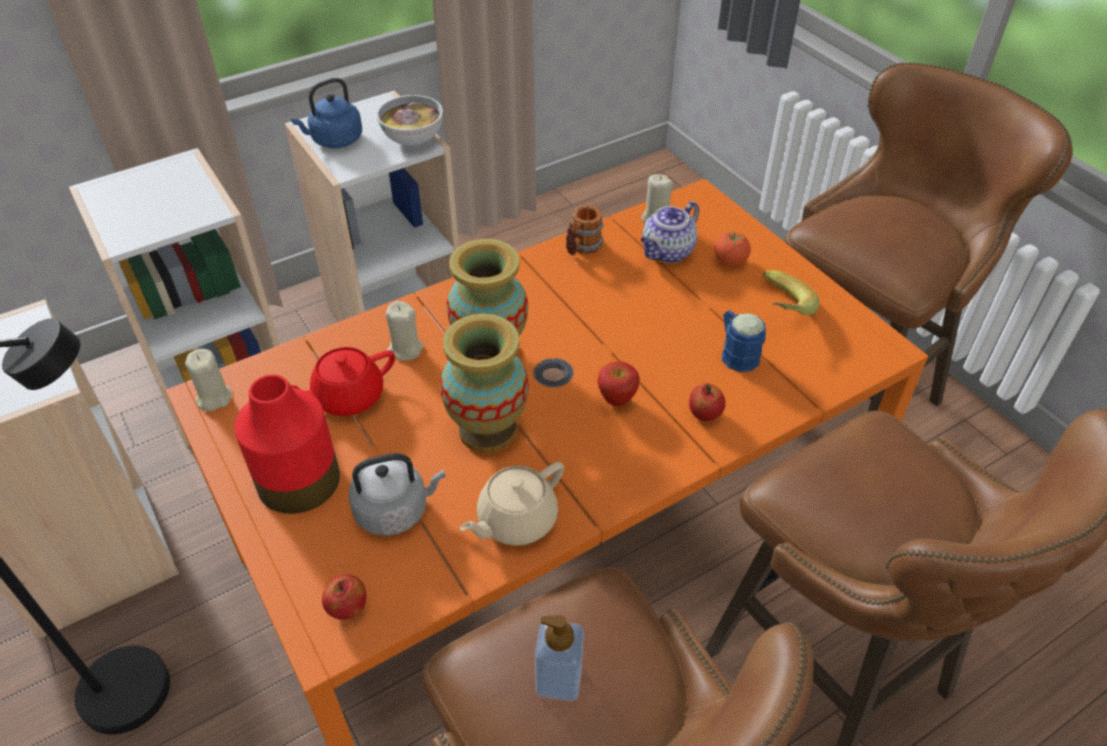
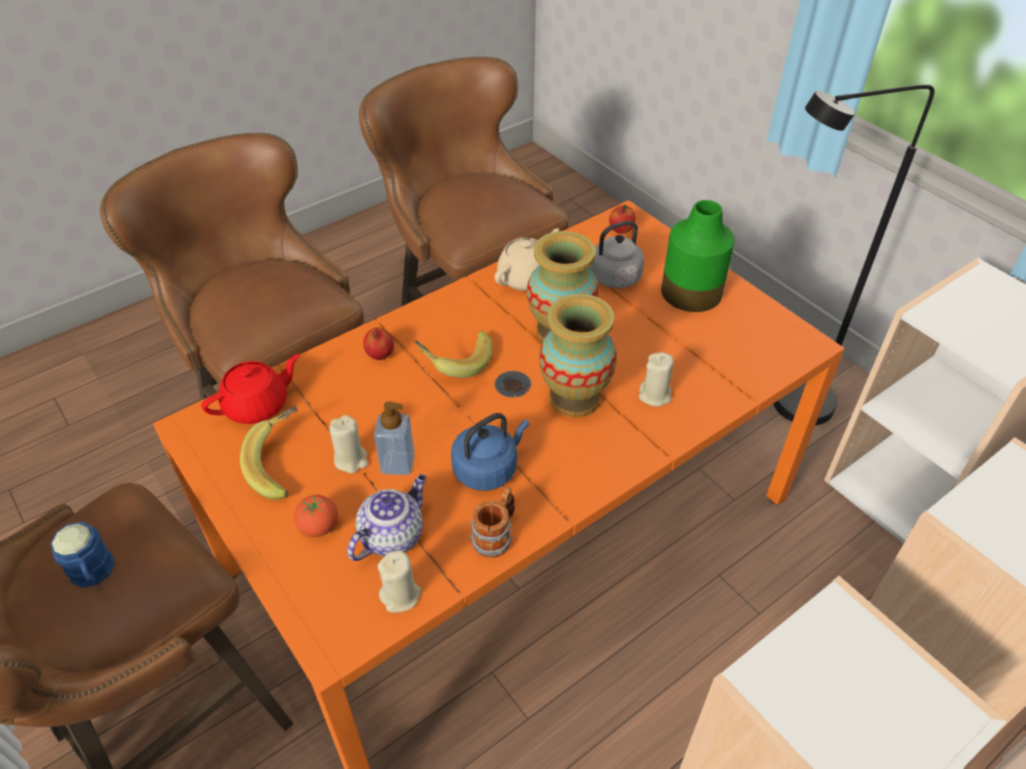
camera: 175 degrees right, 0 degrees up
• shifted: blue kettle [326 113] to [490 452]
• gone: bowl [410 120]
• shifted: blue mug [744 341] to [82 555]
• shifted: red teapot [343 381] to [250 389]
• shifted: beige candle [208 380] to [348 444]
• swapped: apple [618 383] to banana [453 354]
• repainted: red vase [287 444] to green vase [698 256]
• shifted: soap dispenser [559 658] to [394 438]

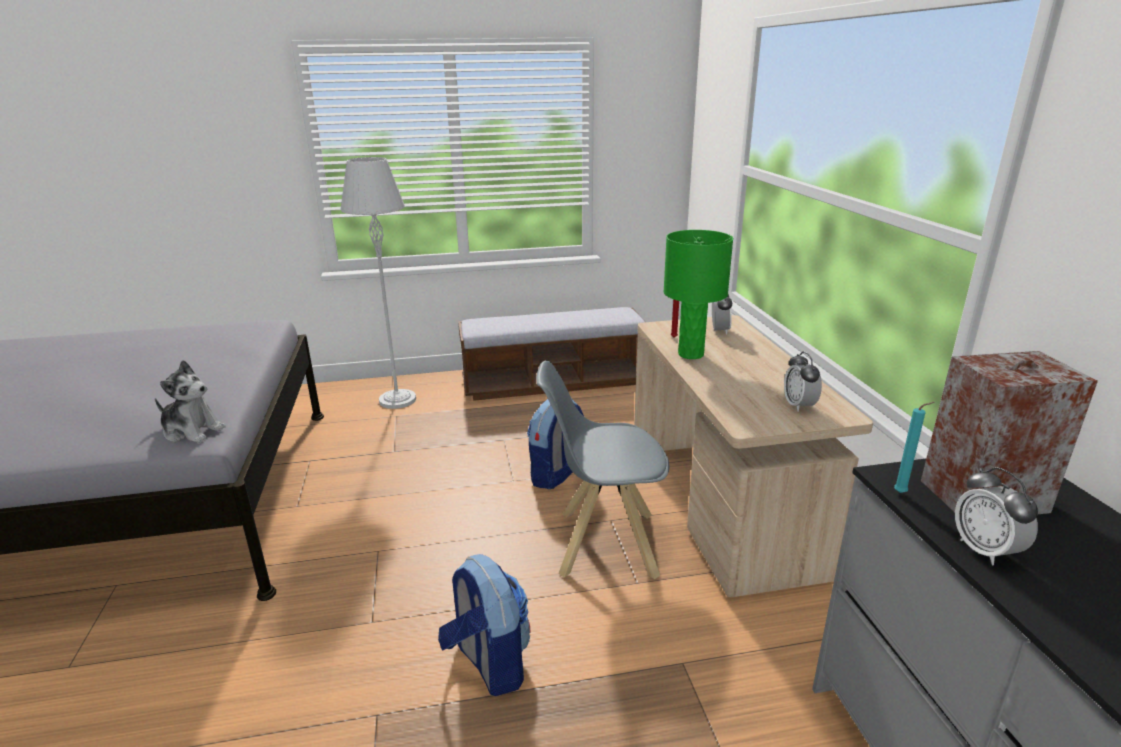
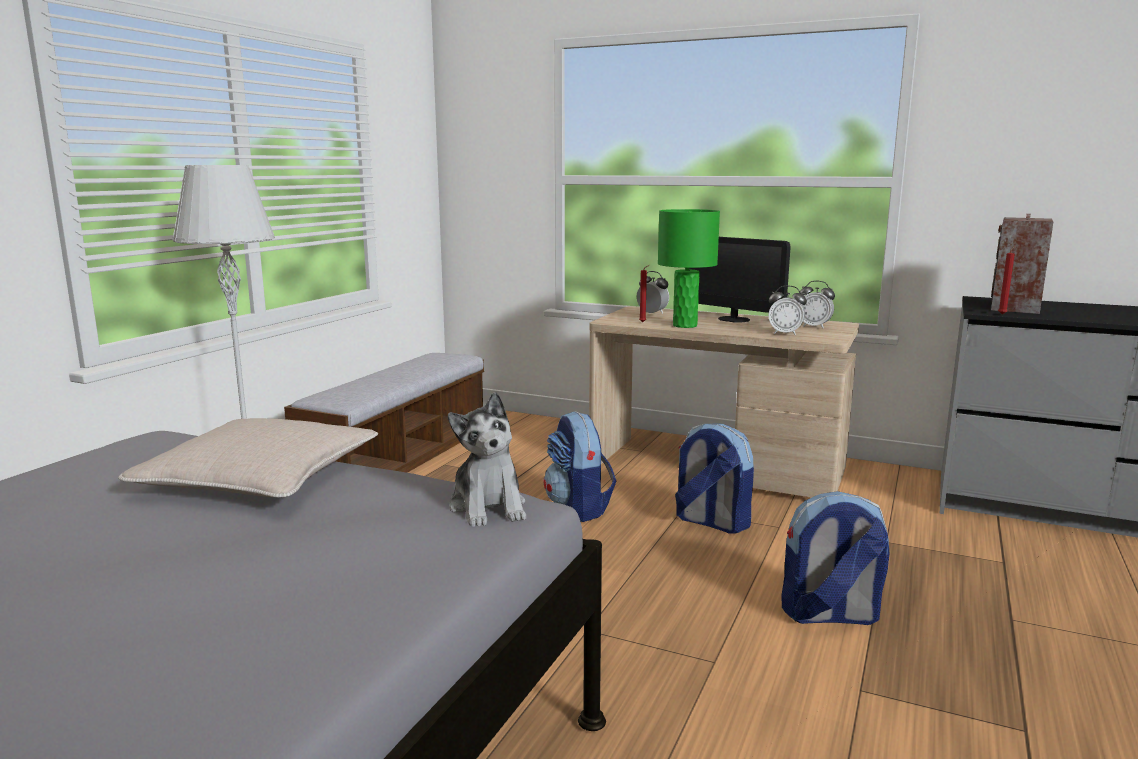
camera: 55 degrees left, 10 degrees down
• rotated: plush toy [190 401] = [487 459] 105 degrees clockwise
• swapped: grey chair [602 469] to backpack [714 478]
• repainted: turquoise candle [914 447] to red candle [1006 280]
• shifted: alarm clock [996 516] to [787 310]
• new: monitor [740 279]
• new: beige pillow [248 458]

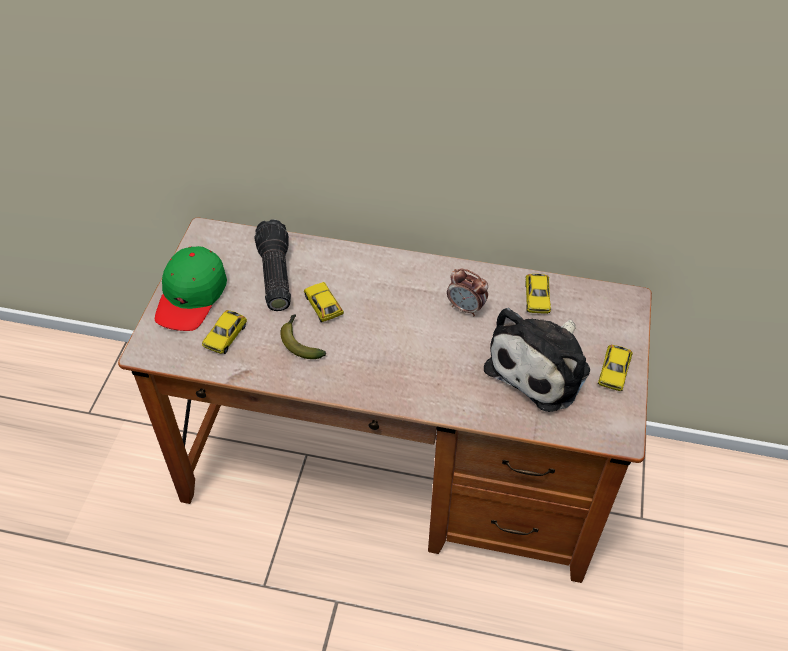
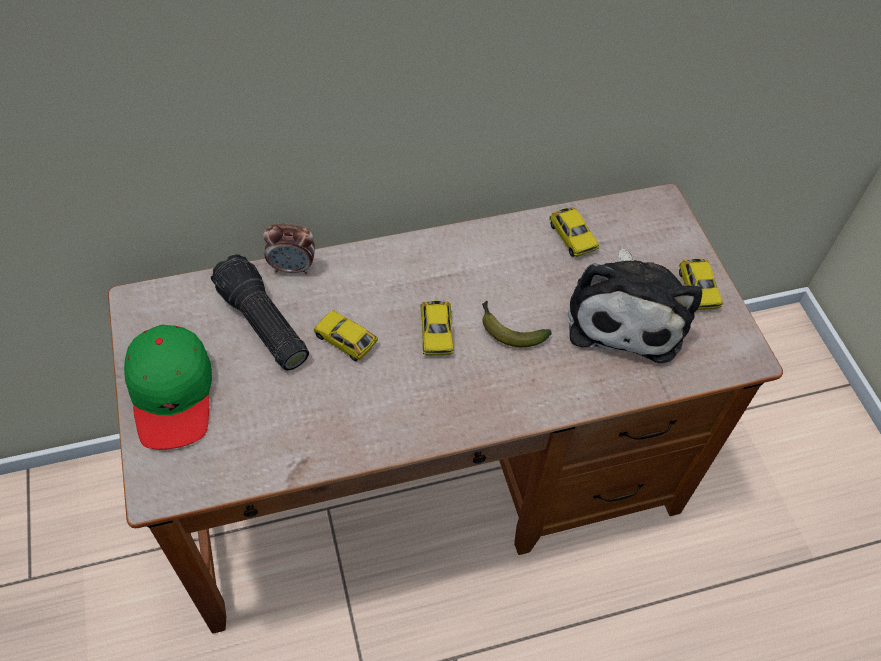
camera: 30 degrees left, 5 degrees up
• shifted: alarm clock [467 292] to [289 248]
• shifted: toy car [224 332] to [437 328]
• shifted: banana [303 336] to [517 324]

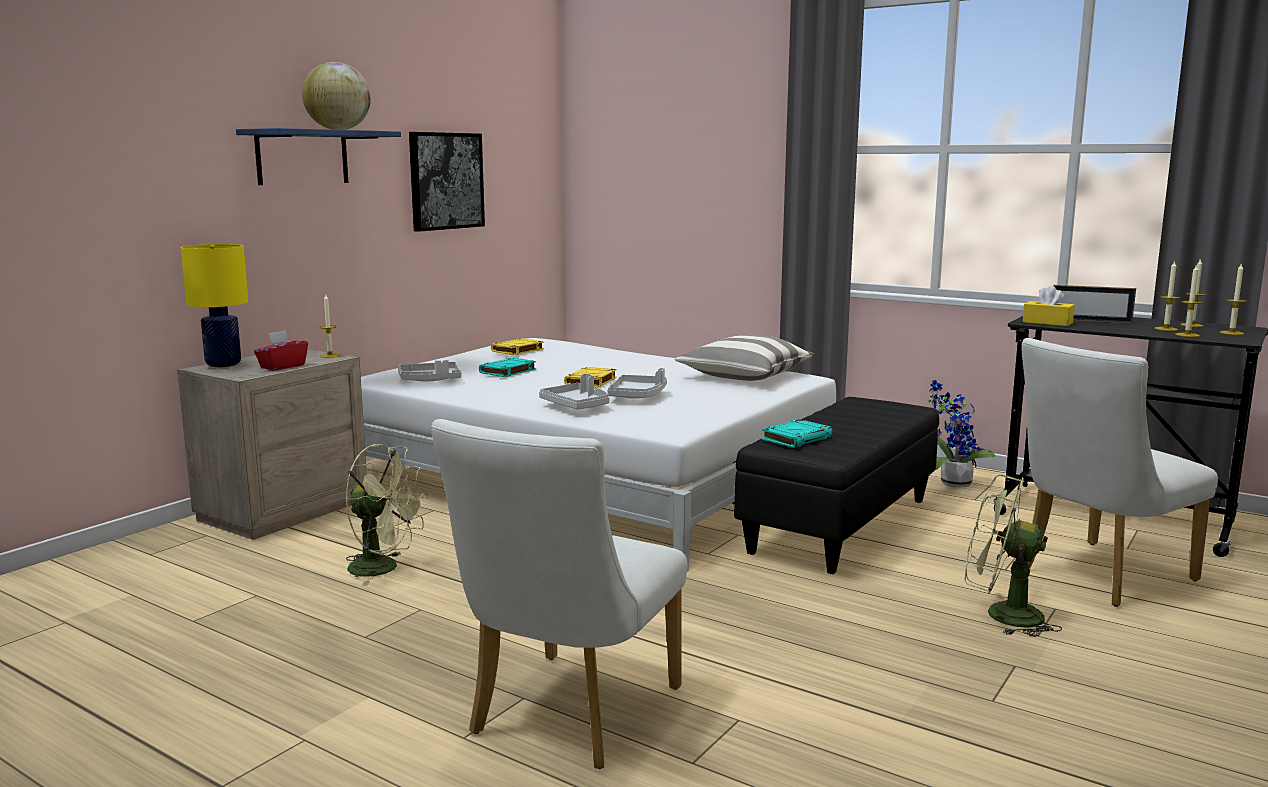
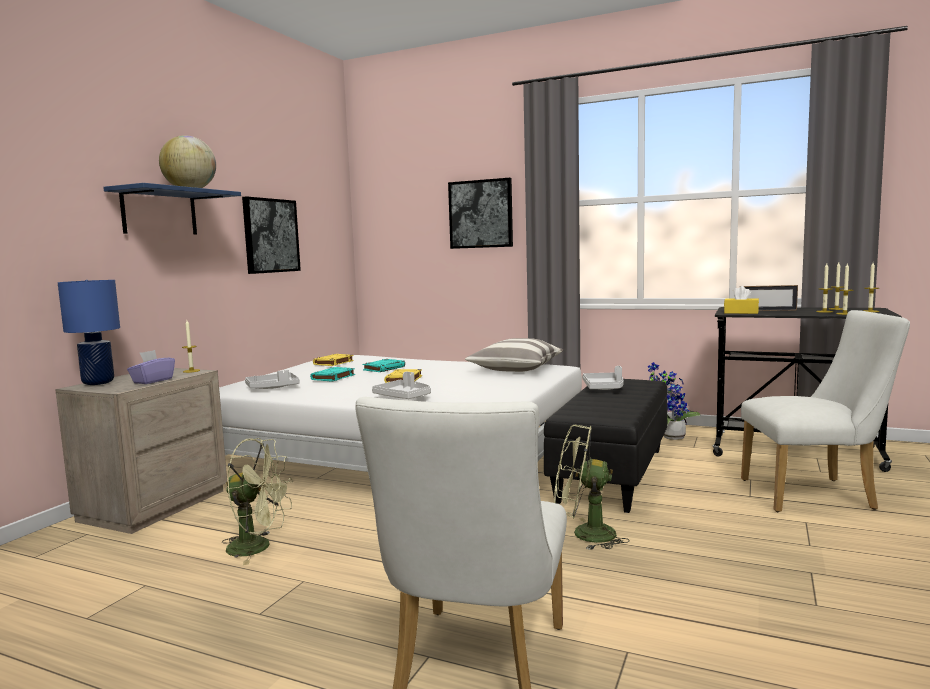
camera: 10 degrees left, 5 degrees down
• repainted: yellow table lamp [214 305] to blue table lamp [89 332]
• repainted: red tissue box [281 350] to purple tissue box [151 367]
• rotated: white chair [1119 472] = [825 411] 135 degrees counterclockwise
• shifted: grey tray [637 383] to [603 378]
• shifted: turquoise book [797 433] to [384 365]
• shifted: green fan [1013 556] to [592 487]
• new: picture [480 213]

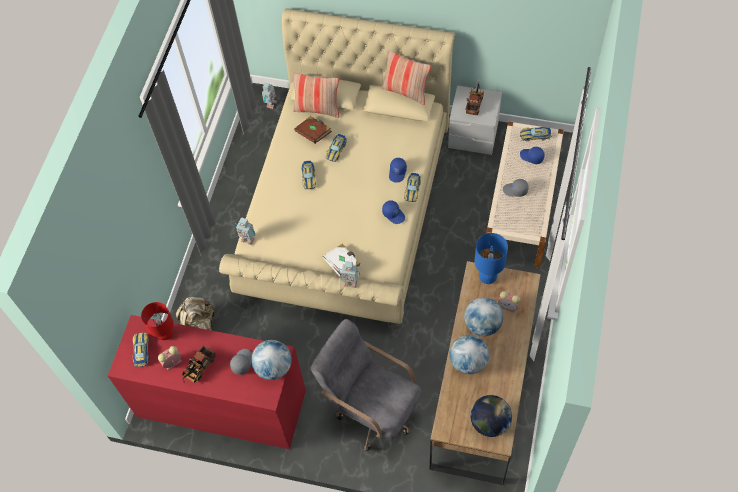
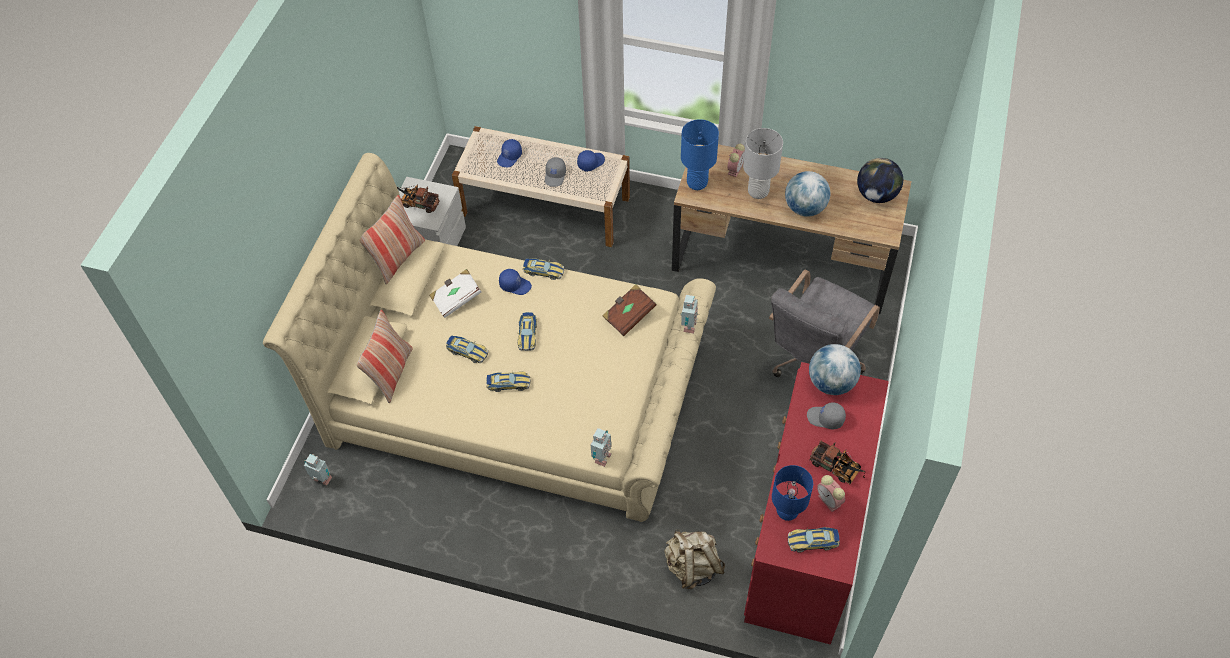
camera: 90 degrees left, 5 degrees down
• shifted: brown book [313 130] to [629 310]
• shifted: toy car [535 134] to [527 331]
• shifted: blue cap [393 212] to [591 160]
• shifted: white book [342 260] to [455 293]
• swapped: globe [483 316] to grey table lamp [763 163]
• repainted: red table lamp [157 321] to blue table lamp [792 493]

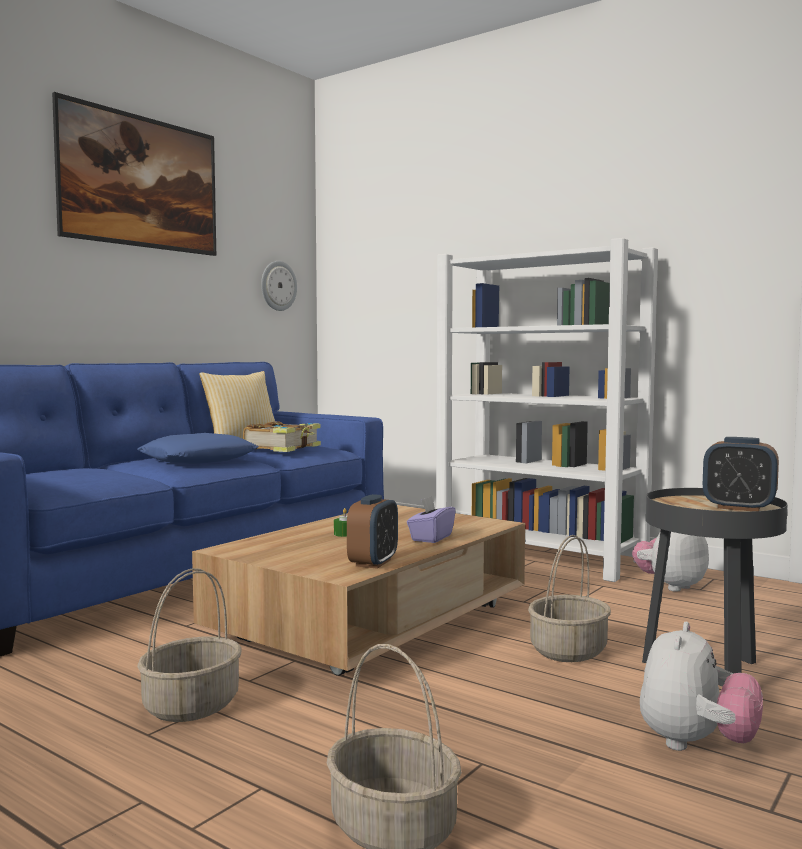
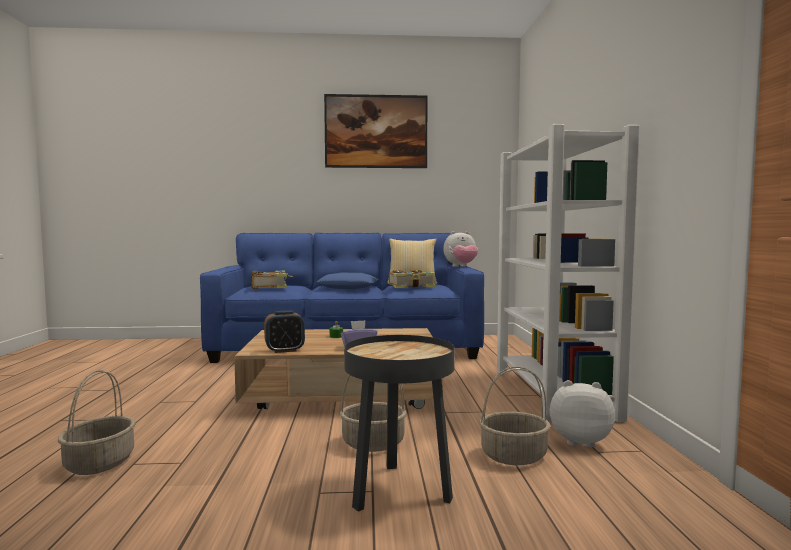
camera: 50 degrees right, 0 degrees up
• gone: wall clock [279 286]
• gone: alarm clock [741 474]
• shifted: basket [189 645] to [515 416]
• shifted: plush toy [701 686] to [460 249]
• new: book [272 280]

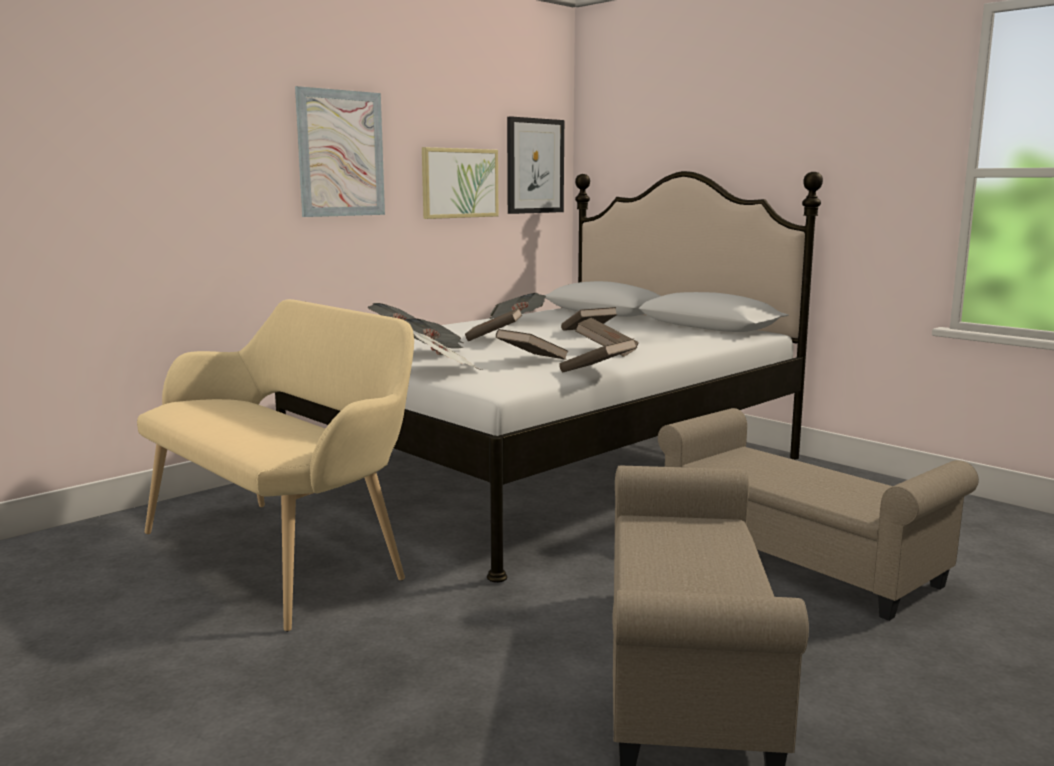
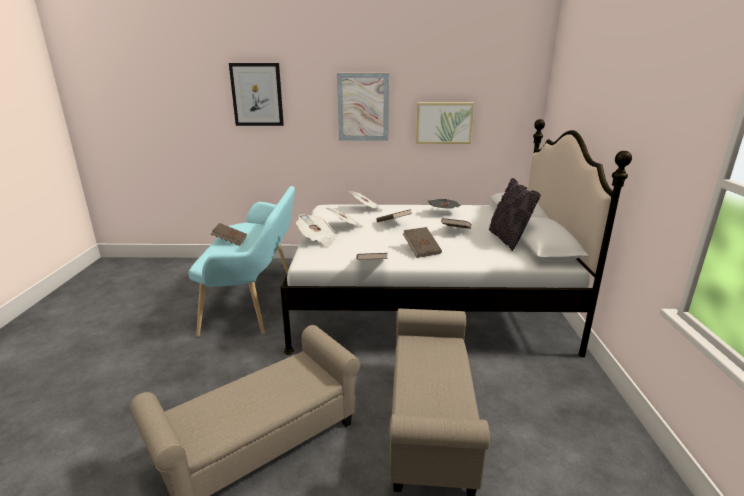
camera: 45 degrees right, 10 degrees up
• shifted: picture [535 165] to [256 94]
• repainted: beige bench [275 465] to turquoise bench [241 261]
• shifted: brown book [532 344] to [229 234]
• new: black pillow [515 214]

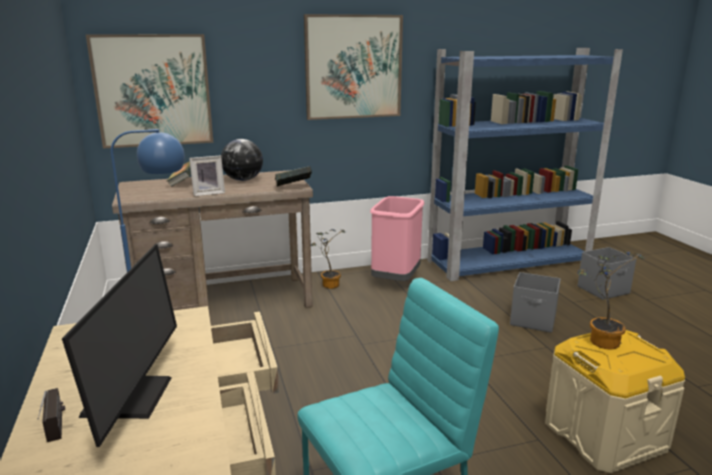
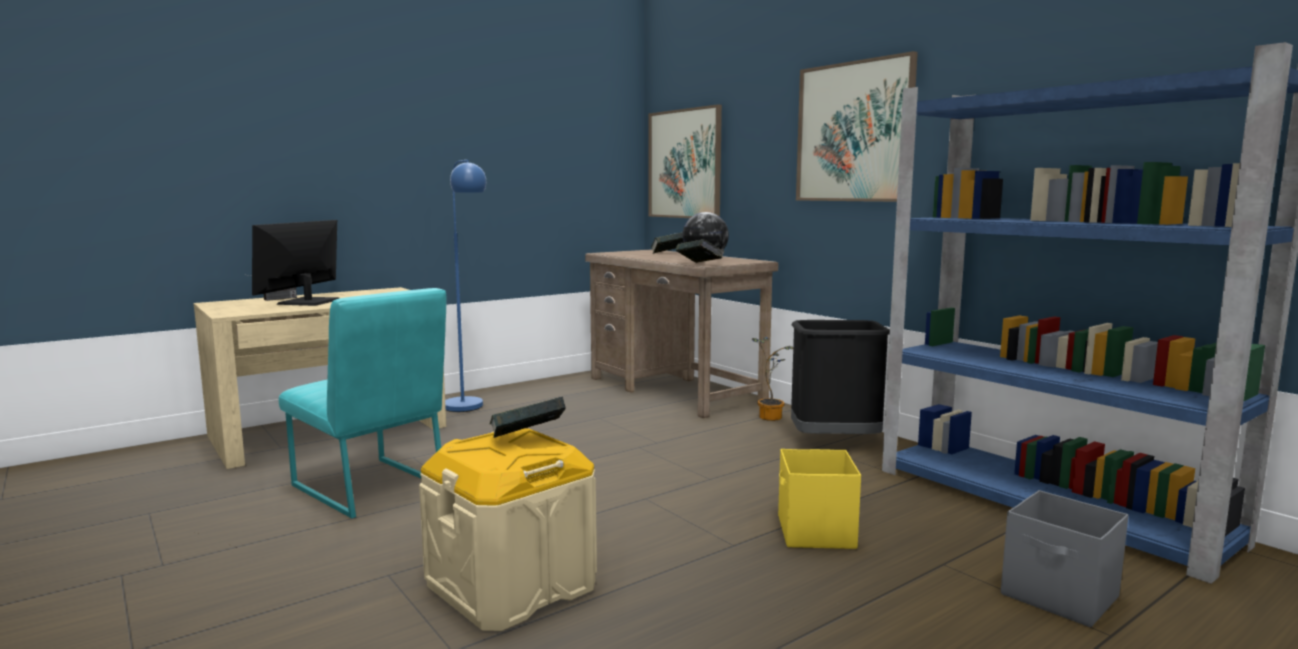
camera: 70 degrees right, 10 degrees down
• gone: picture frame [207 176]
• repainted: pink trash can [397 238] to black trash can [840 377]
• rotated: monitor [119 345] = [295 263] 120 degrees clockwise
• swapped: potted plant [611 300] to book [527 417]
• repainted: grey storage box [535 302] to yellow storage box [819 499]

